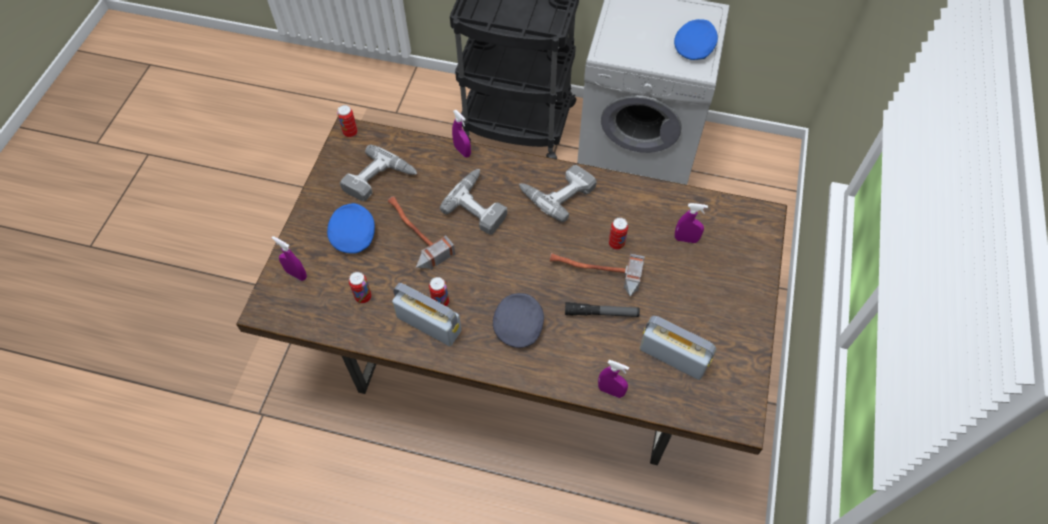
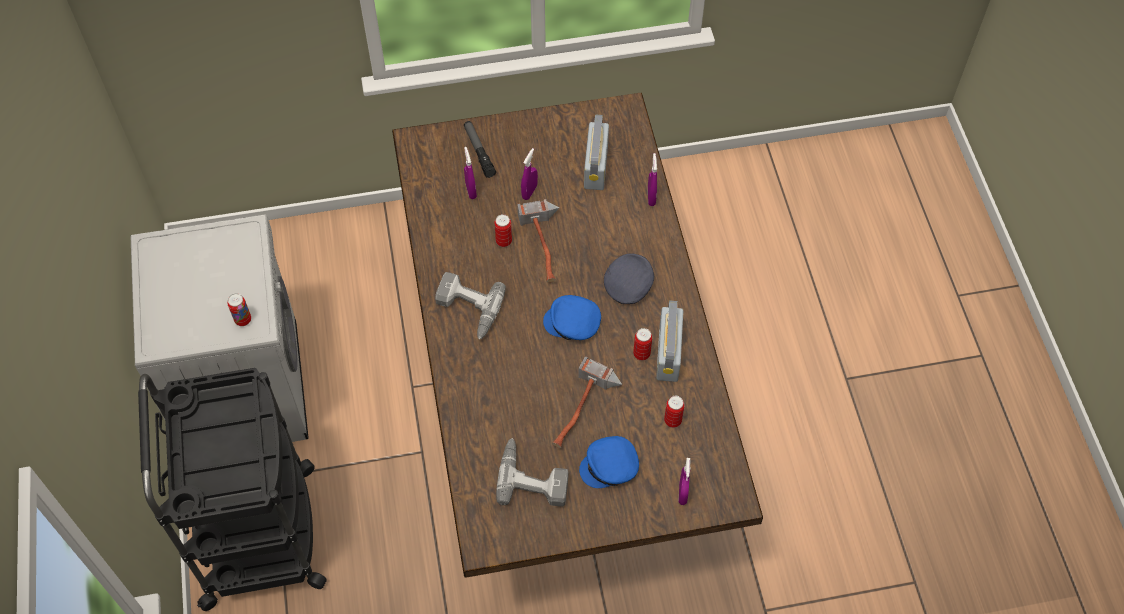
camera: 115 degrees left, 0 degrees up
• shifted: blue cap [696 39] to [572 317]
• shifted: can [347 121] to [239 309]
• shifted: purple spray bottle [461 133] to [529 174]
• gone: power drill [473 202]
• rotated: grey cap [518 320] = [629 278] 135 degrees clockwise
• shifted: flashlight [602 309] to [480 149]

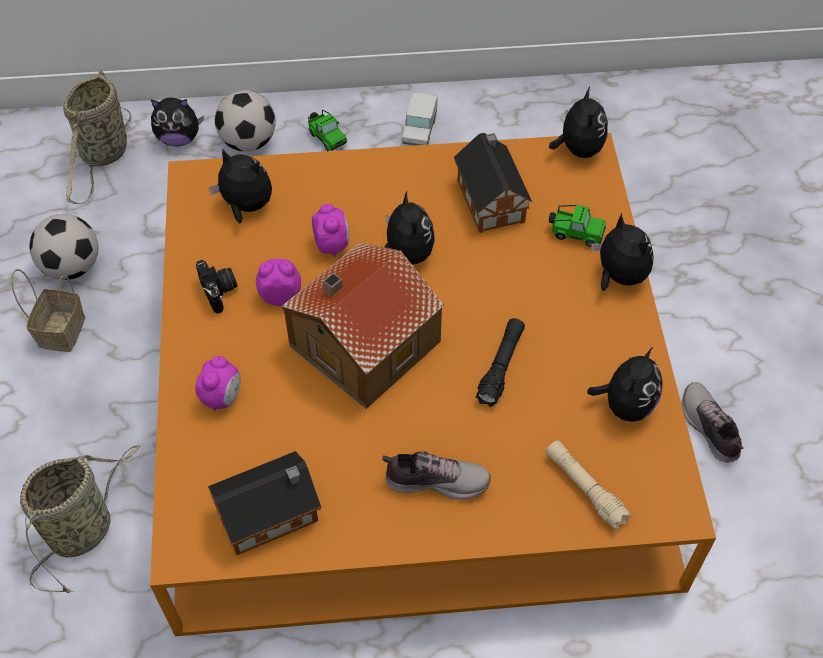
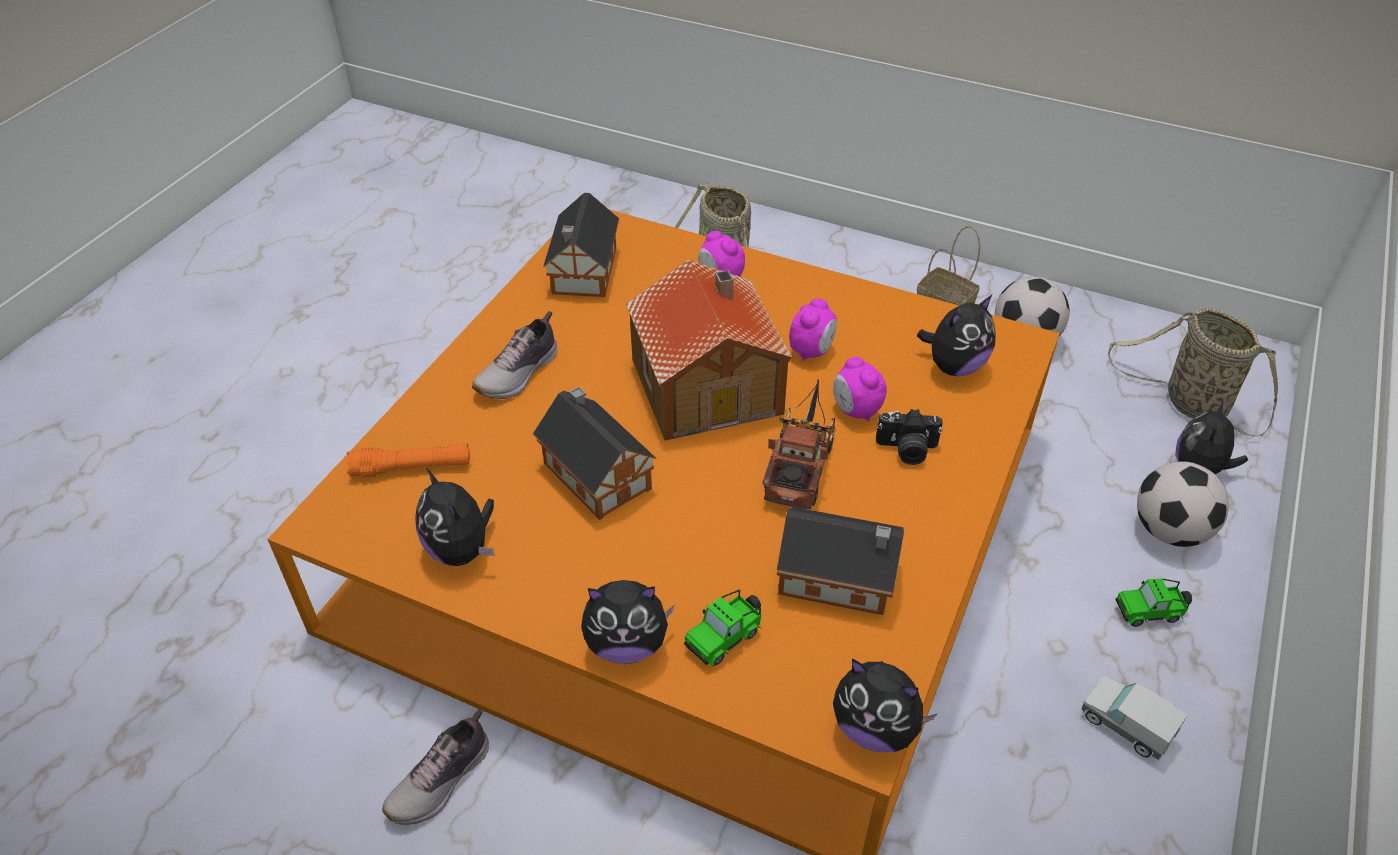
camera: 120 degrees right, 10 degrees down
• swapped: plush toy [409 227] to toy truck [799 444]
• rotated: alarm clock [330 230] = [859 389] 45 degrees clockwise
• shifted: photo camera [216 287] to [909 437]
• swapped: black flashlight [500 362] to toy house [594 453]
• rotated: shoe [713 422] = [435 767] 120 degrees clockwise
• repainted: beige flashlight [588 485] to orange flashlight [407 460]

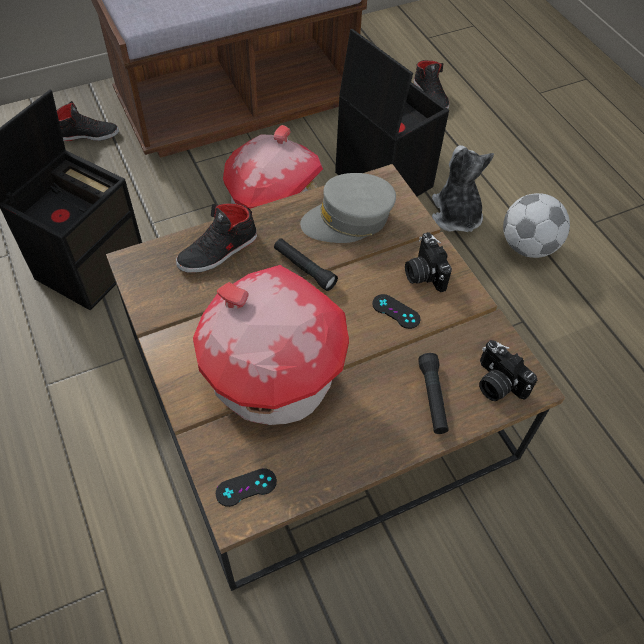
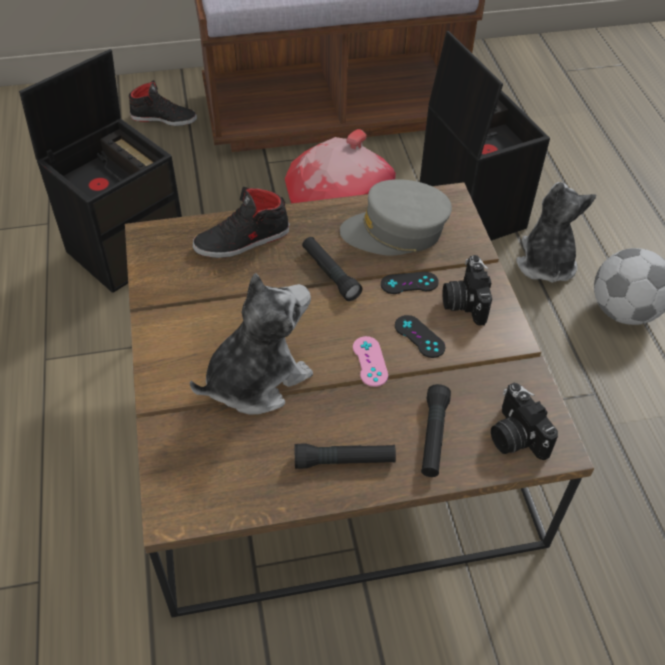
camera: 15 degrees right, 5 degrees down
• gone: black shoe [431 84]
• swapped: toy house [271 345] to plush toy [251 344]
• shifted: black game controller [246 487] to [410 283]
• new: pink game controller [370 361]
• new: black flashlight [345 456]

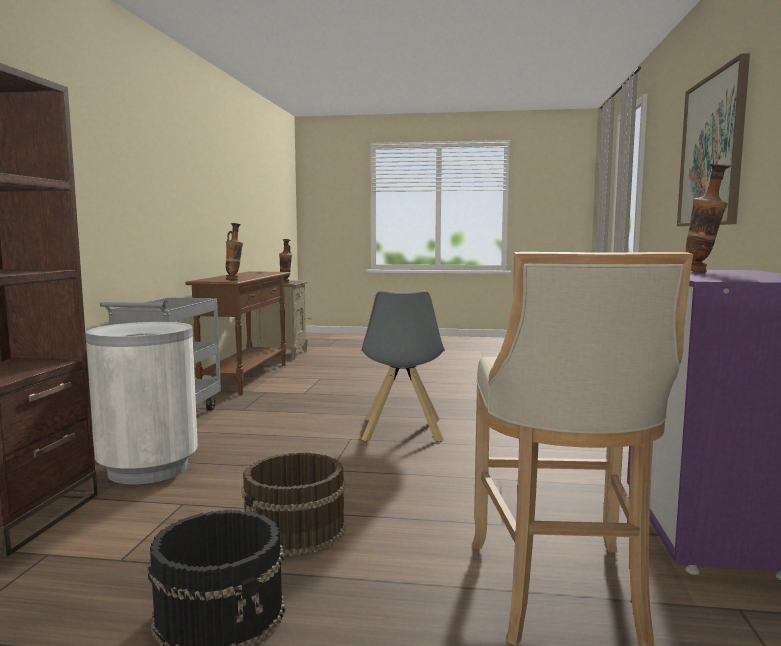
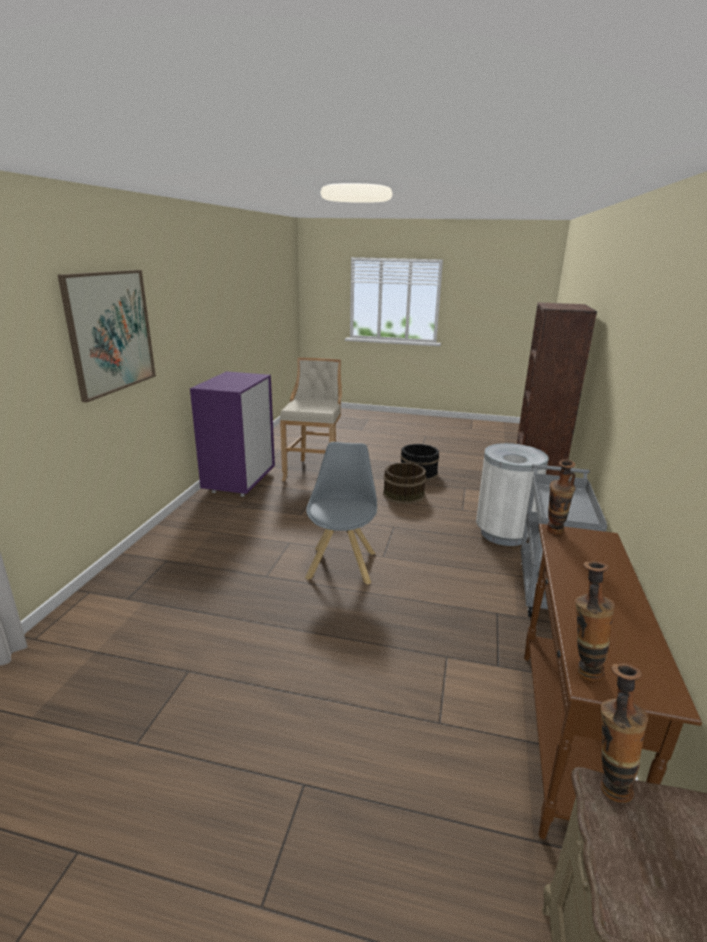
camera: 175 degrees left, 15 degrees up
• shifted: vase [708 218] to [595 621]

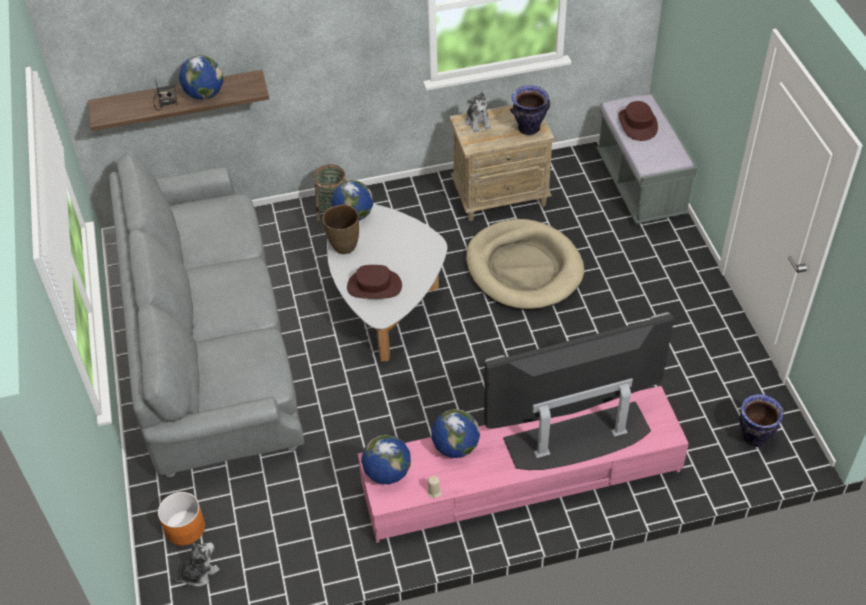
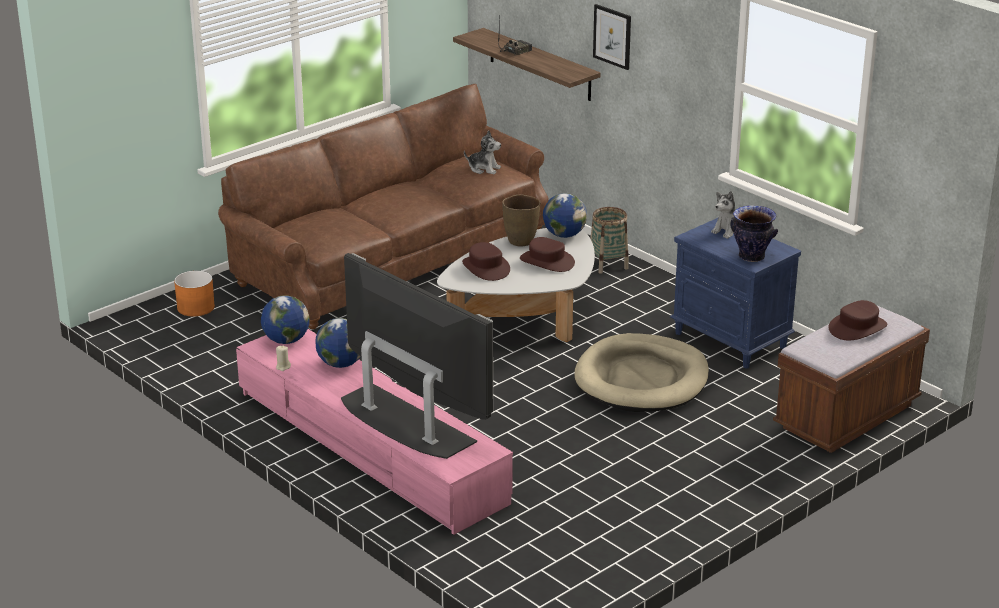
camera: 60 degrees right, 20 degrees down
• gone: globe [201 77]
• repainted: grey bench [646 158] to brown bench [851 379]
• repainted: beige nightstand [502 162] to blue nightstand [735 293]
• repainted: grey sofa [206 315] to brown sofa [383 206]
• gone: vase [762 420]
• shifted: plush toy [197 564] to [482 152]
• new: picture [612 37]
• new: brown hat [547 254]

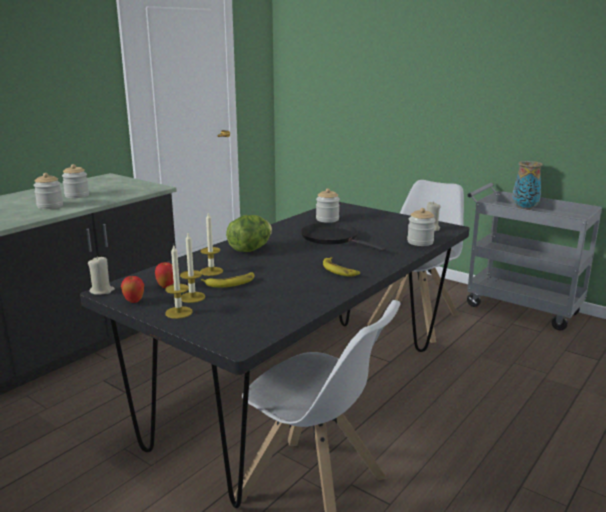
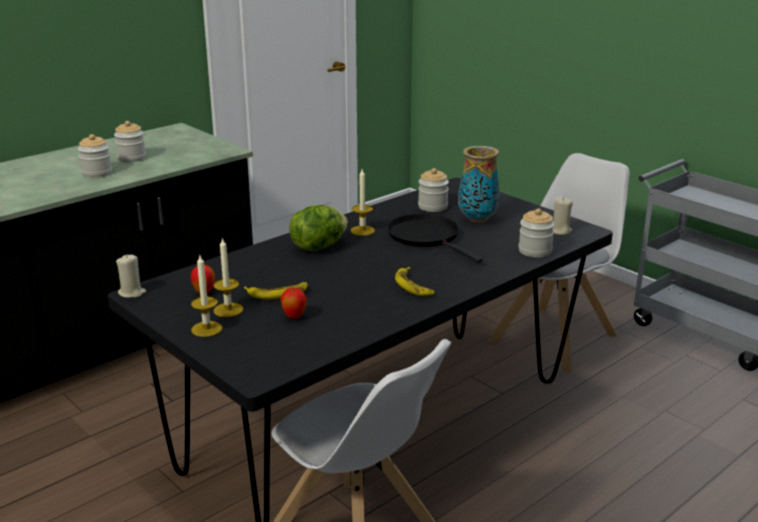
camera: 10 degrees right, 5 degrees up
• shifted: vase [527 185] to [479 184]
• shifted: candle [211 244] to [362 202]
• shifted: apple [132 289] to [294 303]

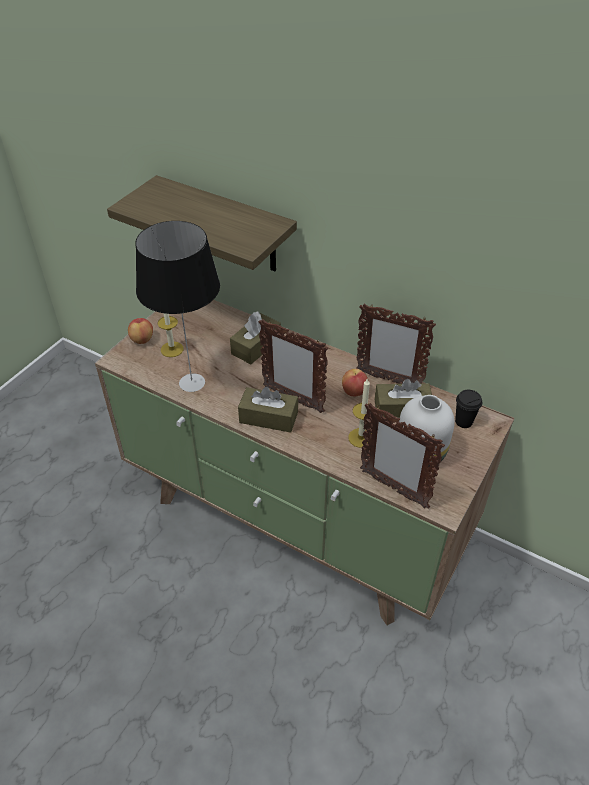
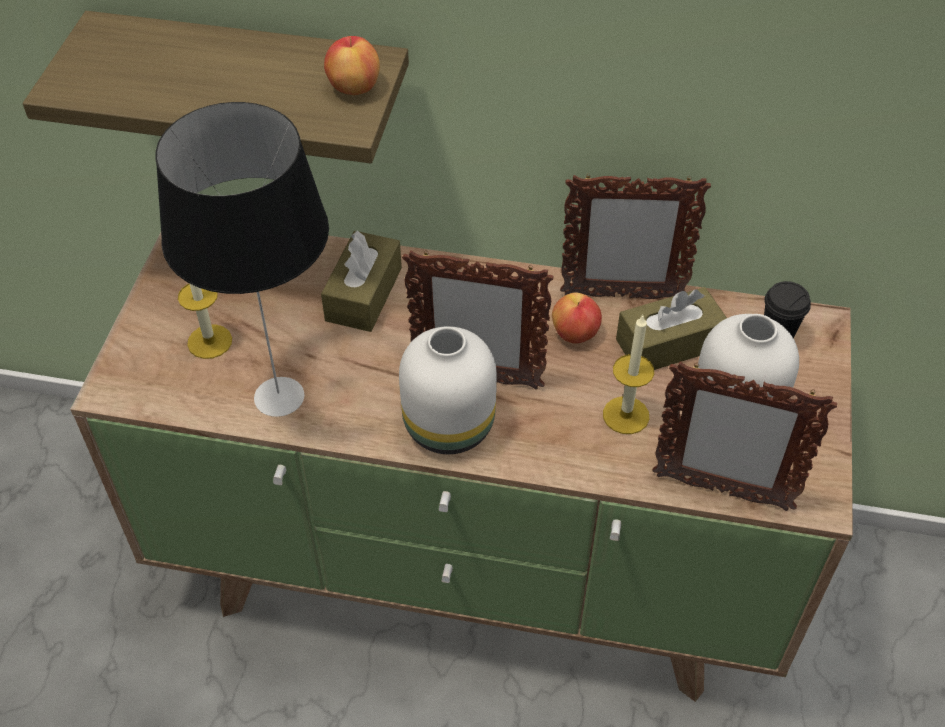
camera: 20 degrees left, 5 degrees up
• shifted: apple [140 331] to [352 65]
• swapped: brown tissue box [268 410] to white vase [448 390]

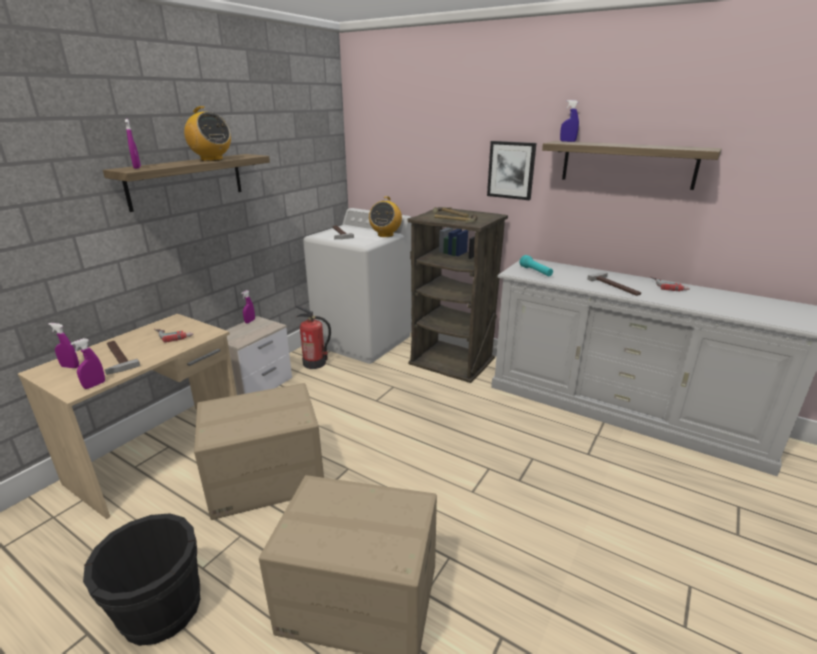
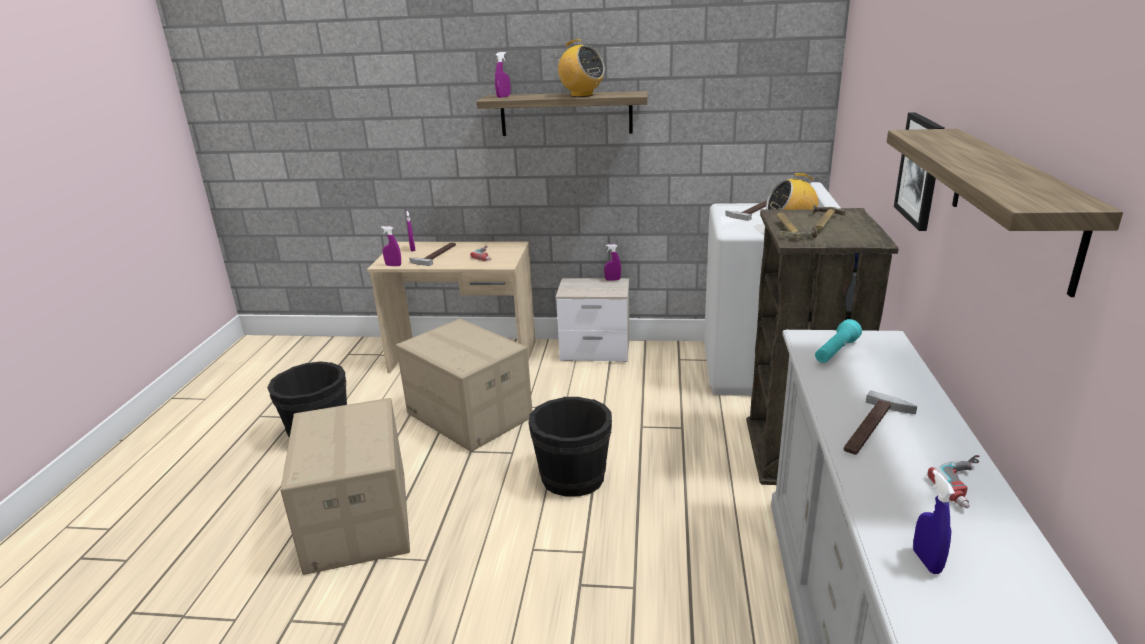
camera: 65 degrees right, 0 degrees up
• shifted: blue spray bottle [569 121] to [934 522]
• rotated: radio [205 133] = [579 68] 60 degrees counterclockwise
• gone: fire extinguisher [313 337]
• new: black bucket [570 447]

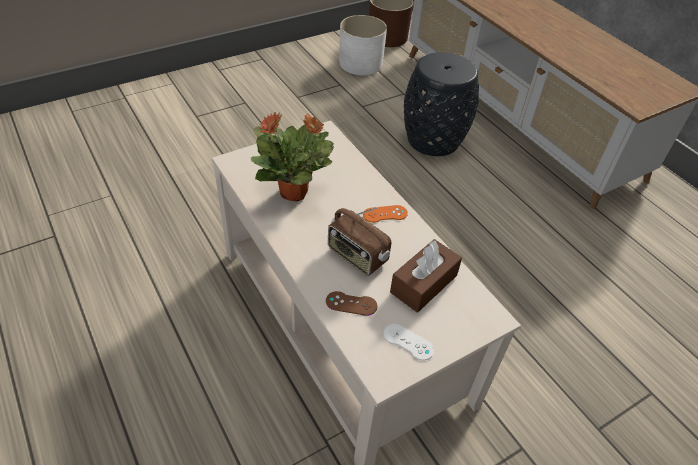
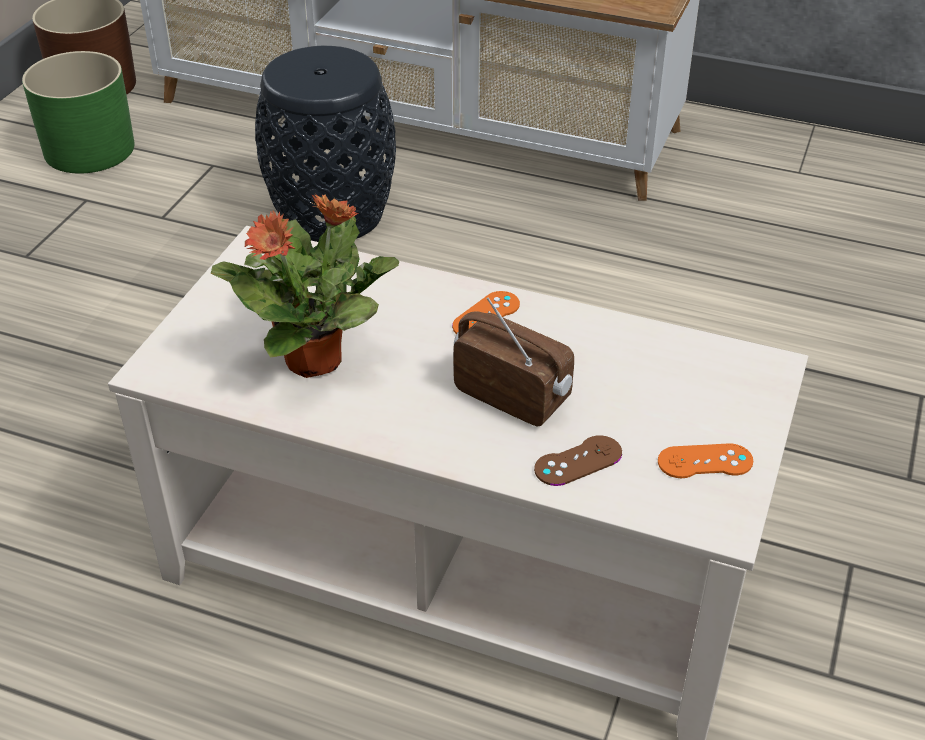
camera: 35 degrees left, 5 degrees down
• repainted: white planter [363 45] to green planter [78 112]
• rotated: radio [359 241] = [513 361] 150 degrees counterclockwise
• gone: brown tissue box [426 275]
• repainted: white game controller [408 342] to orange game controller [705 460]

